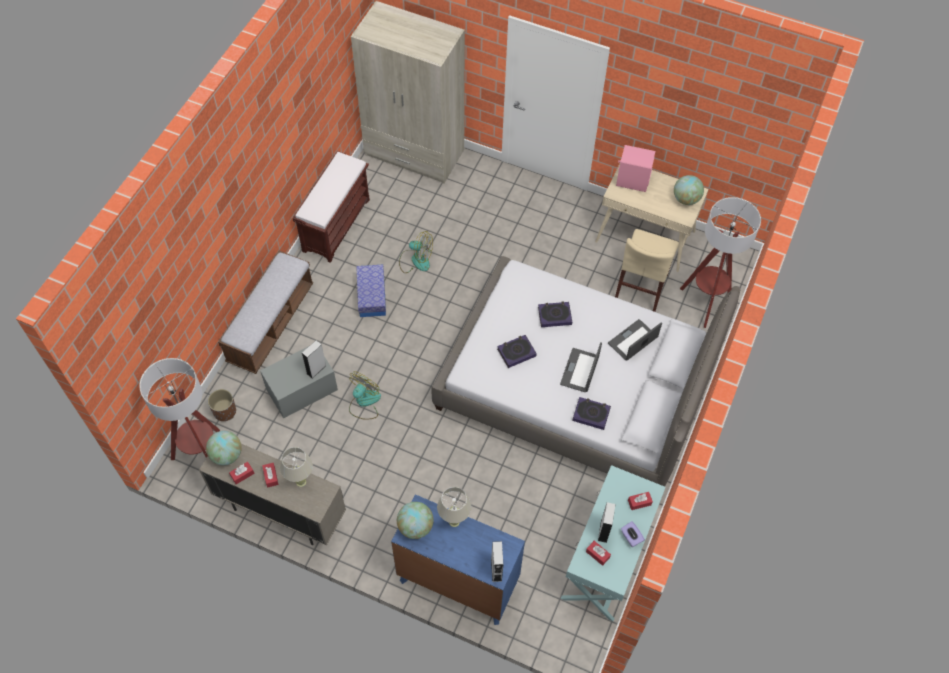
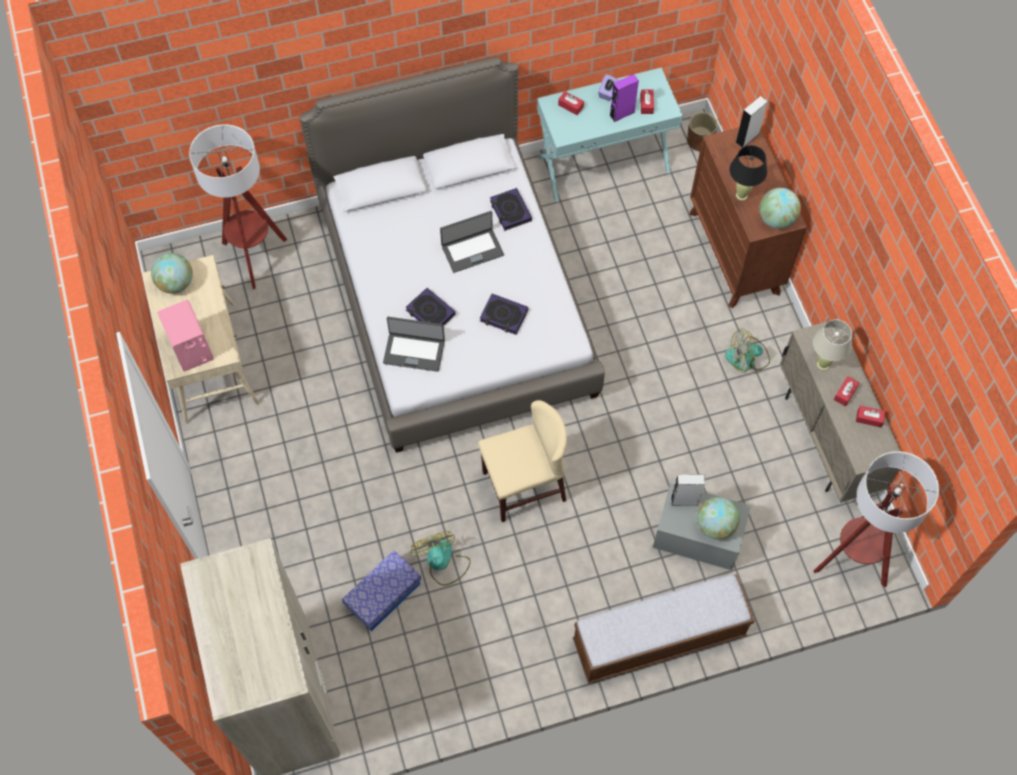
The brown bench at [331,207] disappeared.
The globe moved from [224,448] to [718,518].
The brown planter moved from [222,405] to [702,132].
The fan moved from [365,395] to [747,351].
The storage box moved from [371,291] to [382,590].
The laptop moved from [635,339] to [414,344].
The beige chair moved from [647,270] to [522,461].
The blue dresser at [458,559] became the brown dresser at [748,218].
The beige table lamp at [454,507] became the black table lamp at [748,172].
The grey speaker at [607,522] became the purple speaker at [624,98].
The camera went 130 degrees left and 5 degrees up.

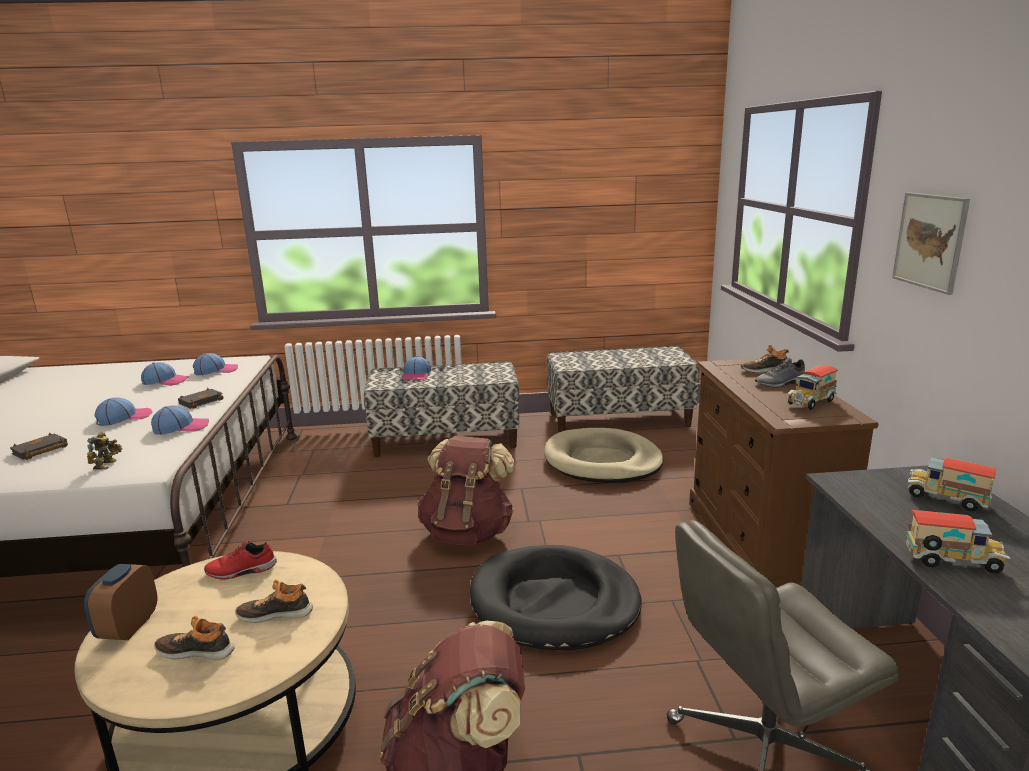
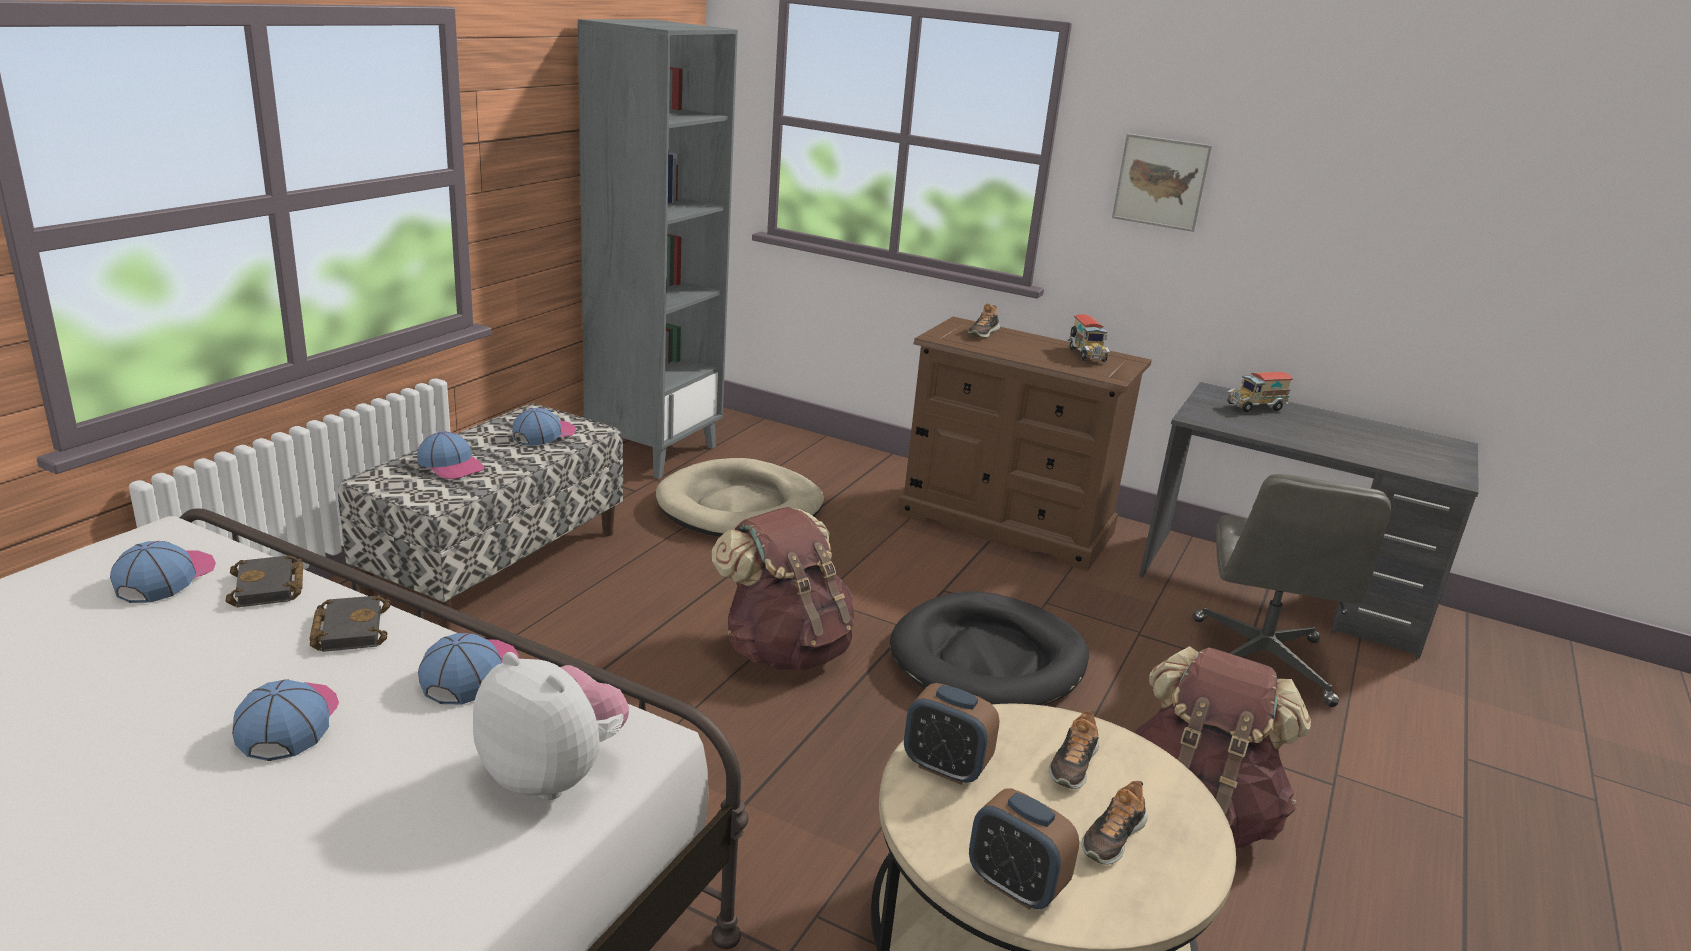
The grey shoe at [780,373] disappeared.
The toy truck at [958,542] disappeared.
The black book moved from [39,446] to [264,581].
The cap moved from [165,374] to [544,427].
The toy robot at [104,451] was replaced by the plush toy at [551,726].
The red shoe at [240,560] was replaced by the alarm clock at [952,734].
The bench at [623,389] was replaced by the grey bookcase at [658,249].
The camera went 60 degrees left and 5 degrees up.

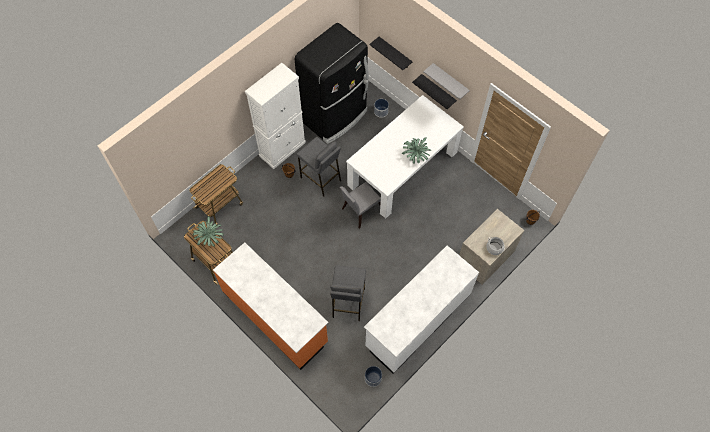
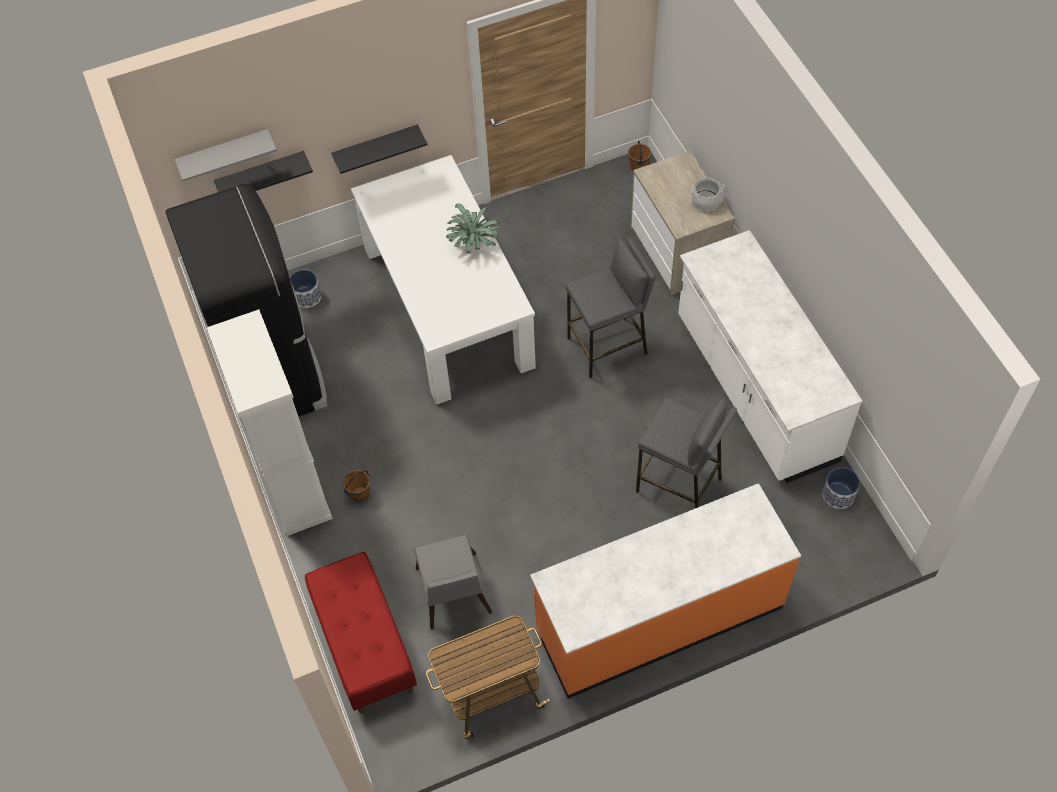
The potted plant at [208,231] disappeared.
The grey stool moved from [319,167] to [611,307].
The grey chair moved from [360,205] to [453,582].
The grey shelf moved from [446,81] to [225,155].
The cart at [216,195] was replaced by the red bench at [361,632].
The camera went 65 degrees left and 5 degrees down.

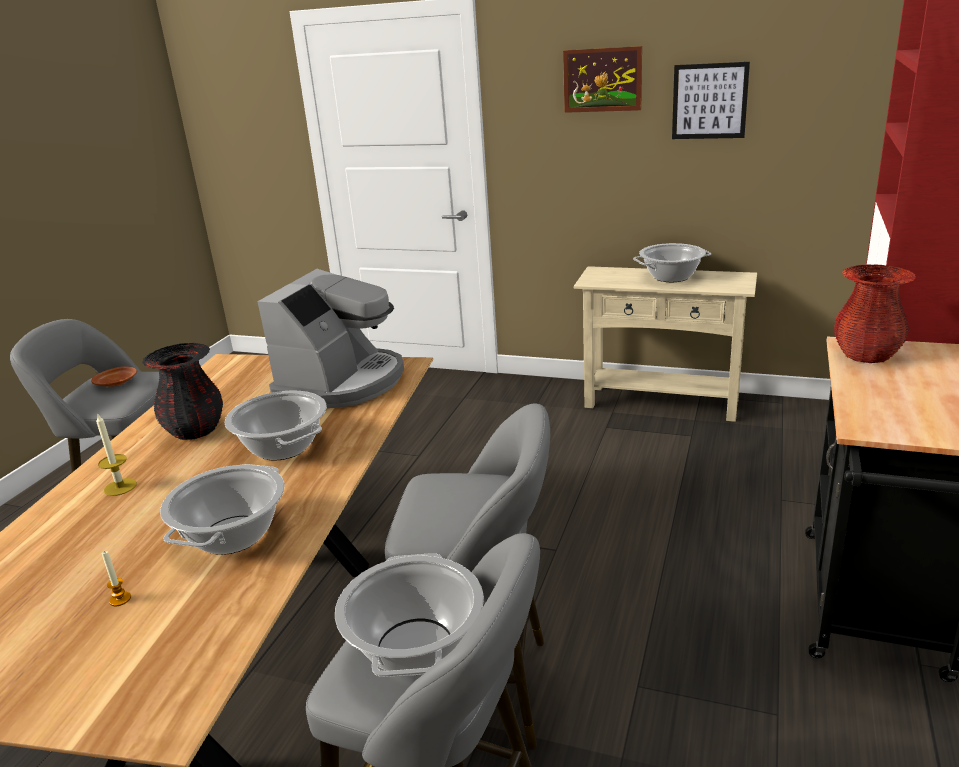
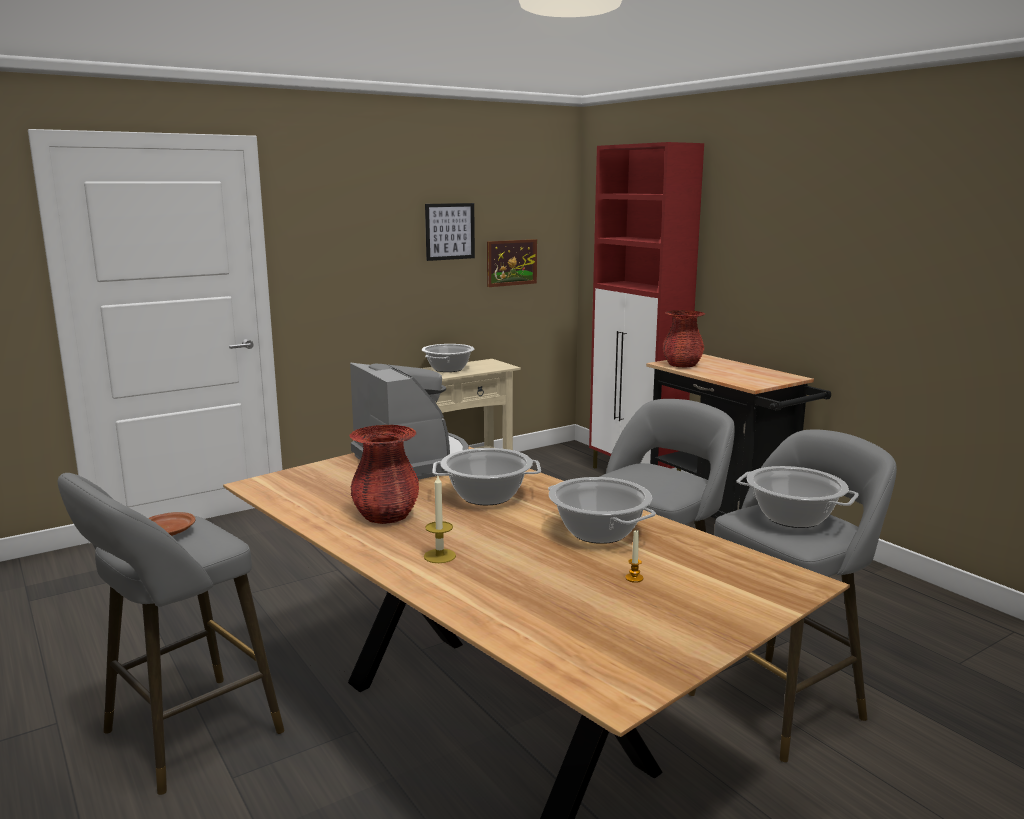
The picture moved from [602,79] to [512,263].
The black vase at [182,391] became the red vase at [384,474].
The camera went 55 degrees left and 10 degrees down.

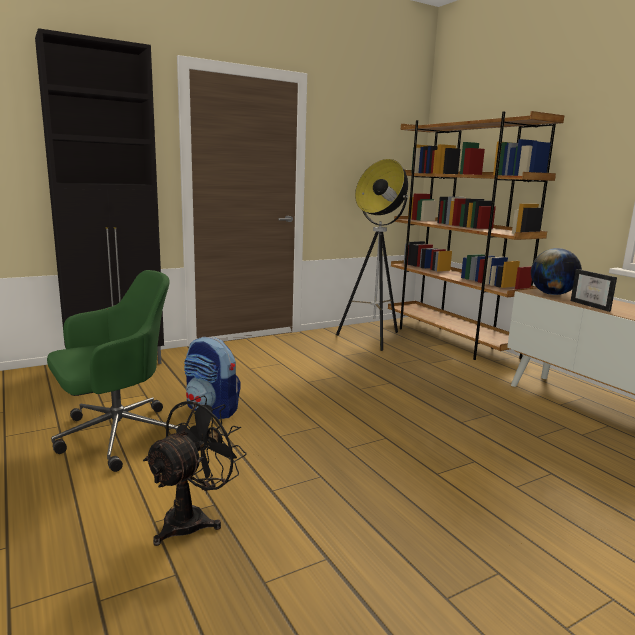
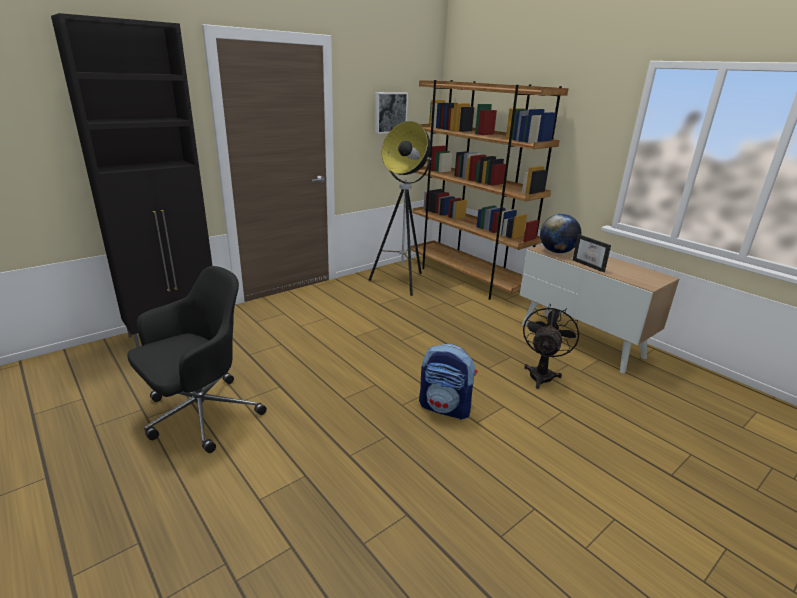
The picture at [391,113] appeared.
The black fan moved from [195,470] to [551,346].
The backpack moved from [212,378] to [448,382].
The green office chair at [113,371] became the black office chair at [197,359].
The camera went 10 degrees left and 10 degrees up.

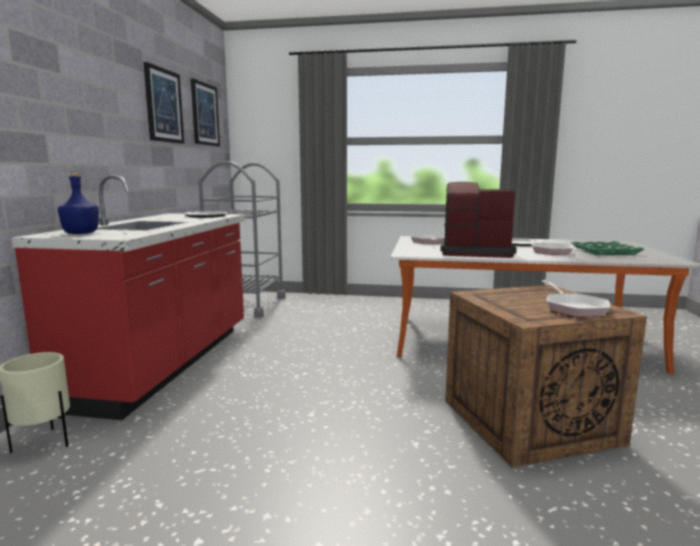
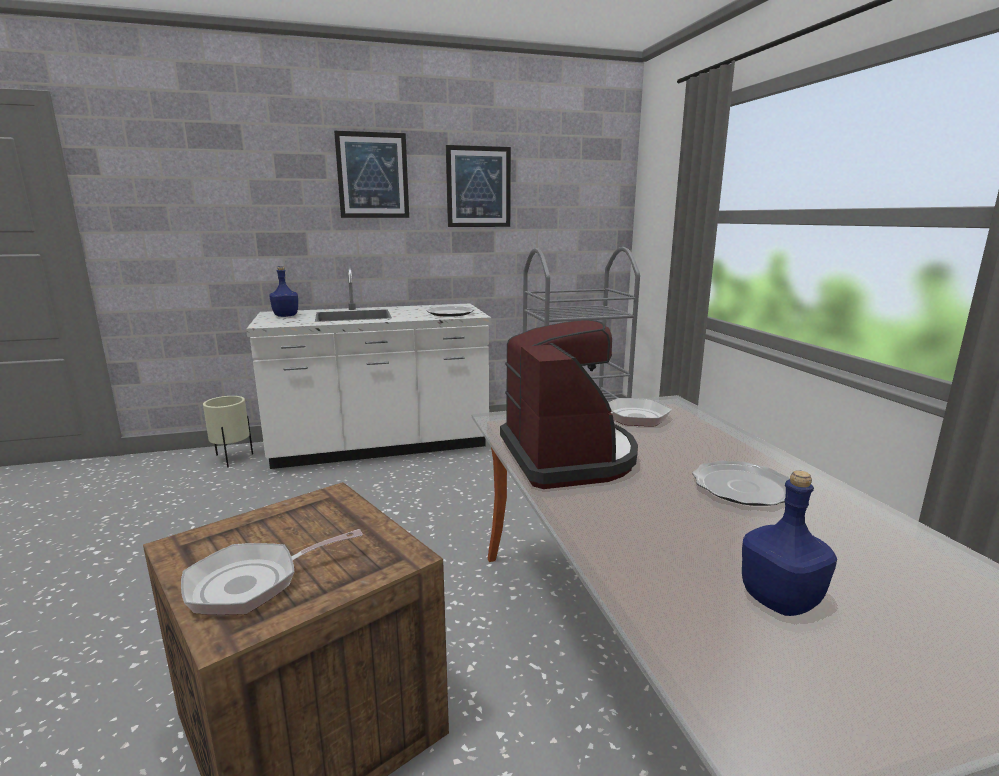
The frying pan at [558,249] disappeared.
The picture moved from [205,112] to [371,174].
The green tray at [607,248] was replaced by the blue bottle at [789,543].
The red counter at [128,297] became the white counter at [368,367].
The camera went 65 degrees right and 5 degrees up.

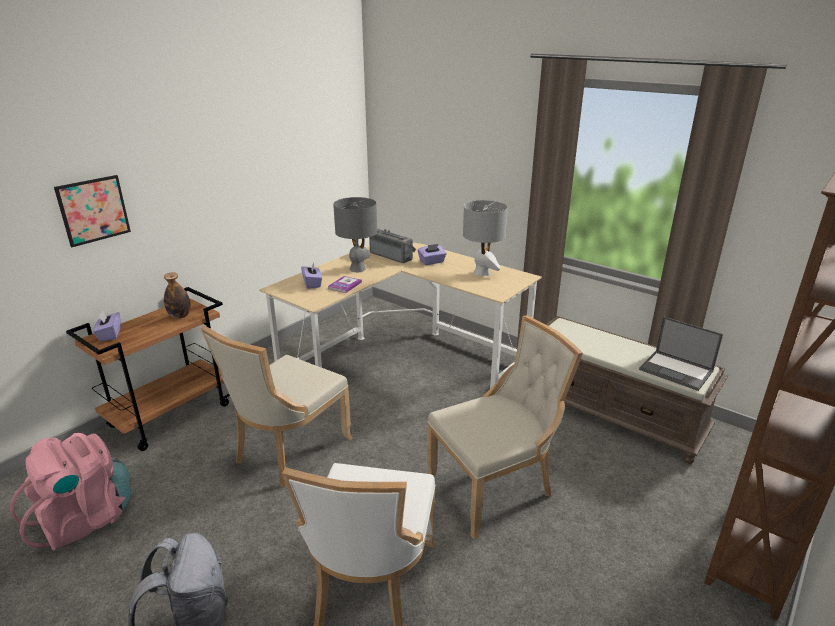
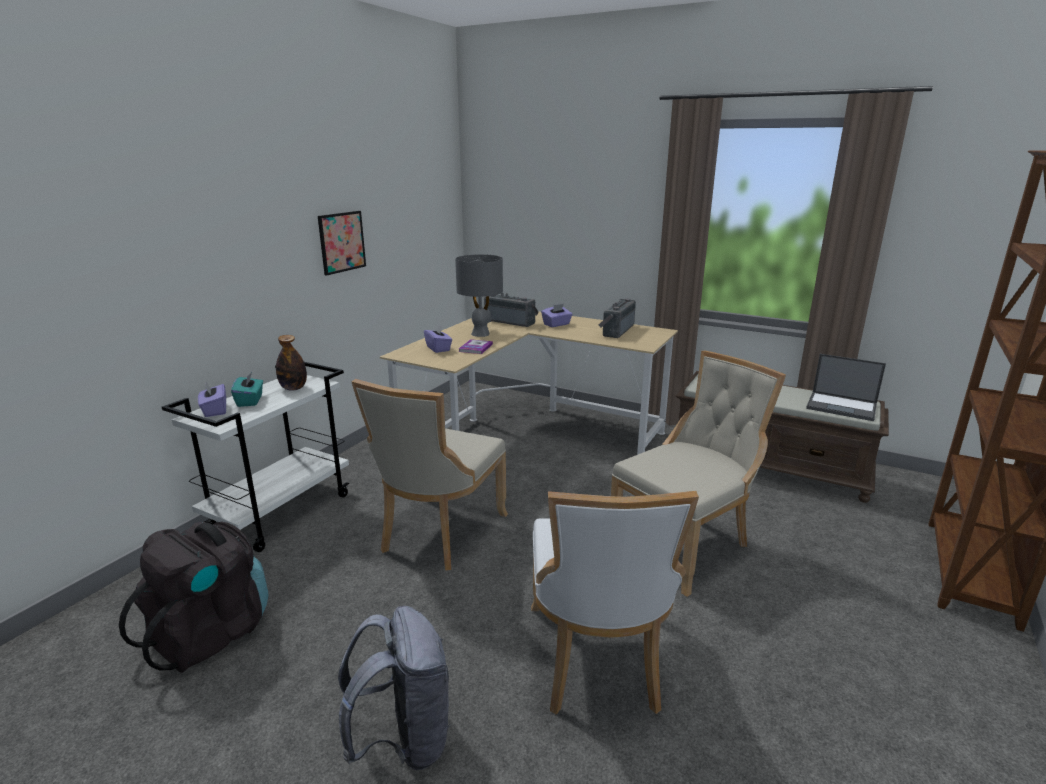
The turquoise tissue box at [247,389] appeared.
The picture moved from [92,211] to [342,243].
The grey table lamp at [485,238] was replaced by the radio at [617,318].
The pink backpack at [70,491] became the black backpack at [194,596].
The brown cart at [148,369] became the white cart at [255,457].
The camera went 10 degrees left and 5 degrees down.

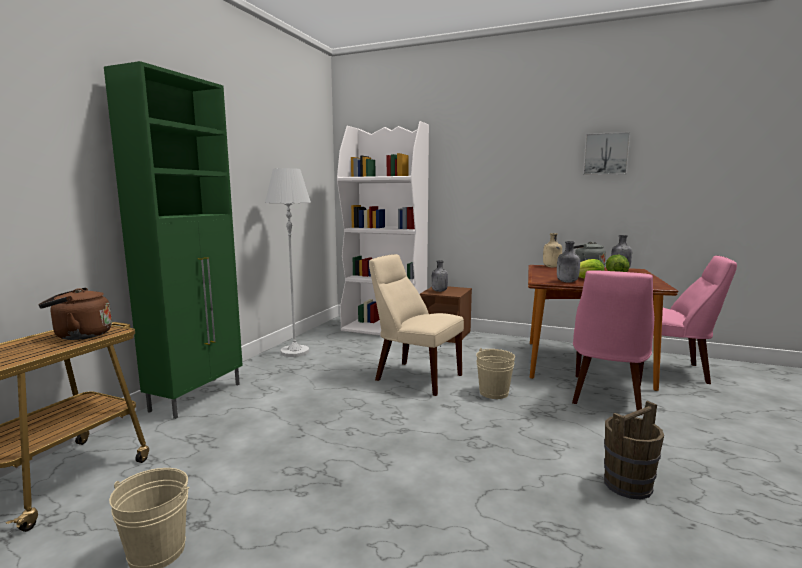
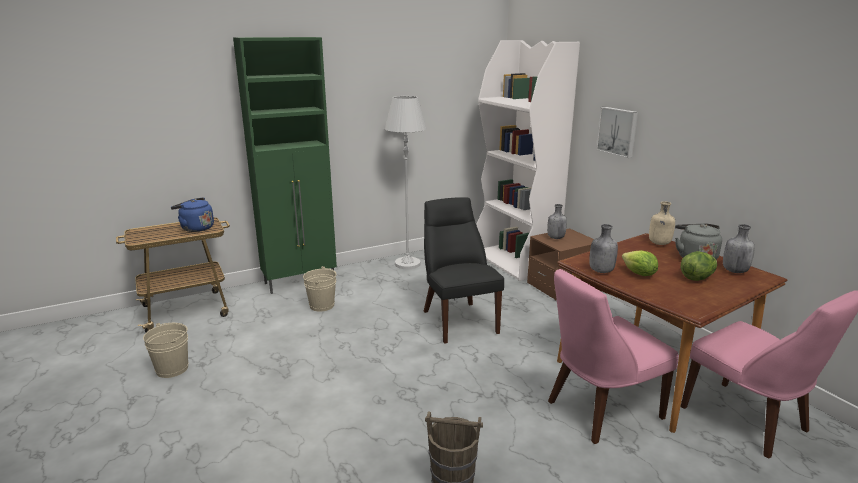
The beige bucket moved from [495,373] to [320,289].
The picture moved from [606,153] to [617,132].
The brown kettle at [75,313] became the blue kettle at [192,214].
The beige chair at [416,325] became the black chair at [464,270].
The camera went 40 degrees right and 10 degrees up.

